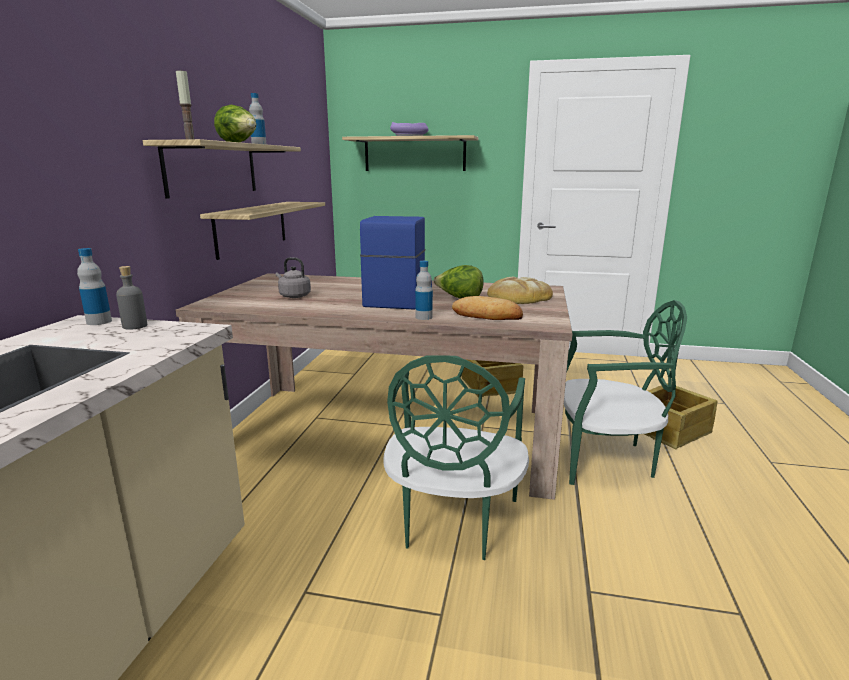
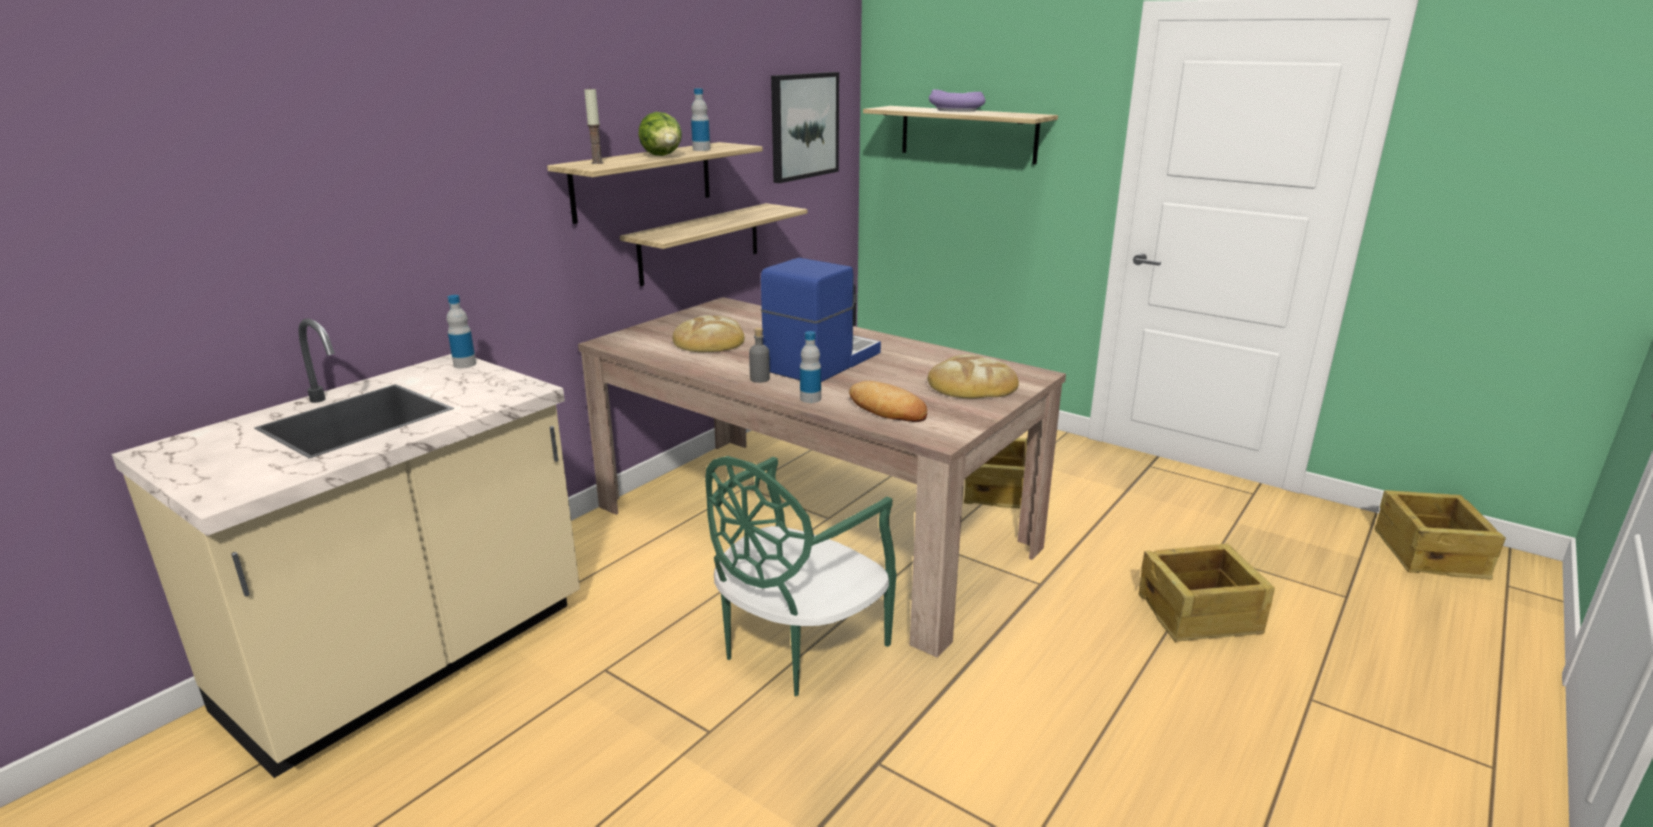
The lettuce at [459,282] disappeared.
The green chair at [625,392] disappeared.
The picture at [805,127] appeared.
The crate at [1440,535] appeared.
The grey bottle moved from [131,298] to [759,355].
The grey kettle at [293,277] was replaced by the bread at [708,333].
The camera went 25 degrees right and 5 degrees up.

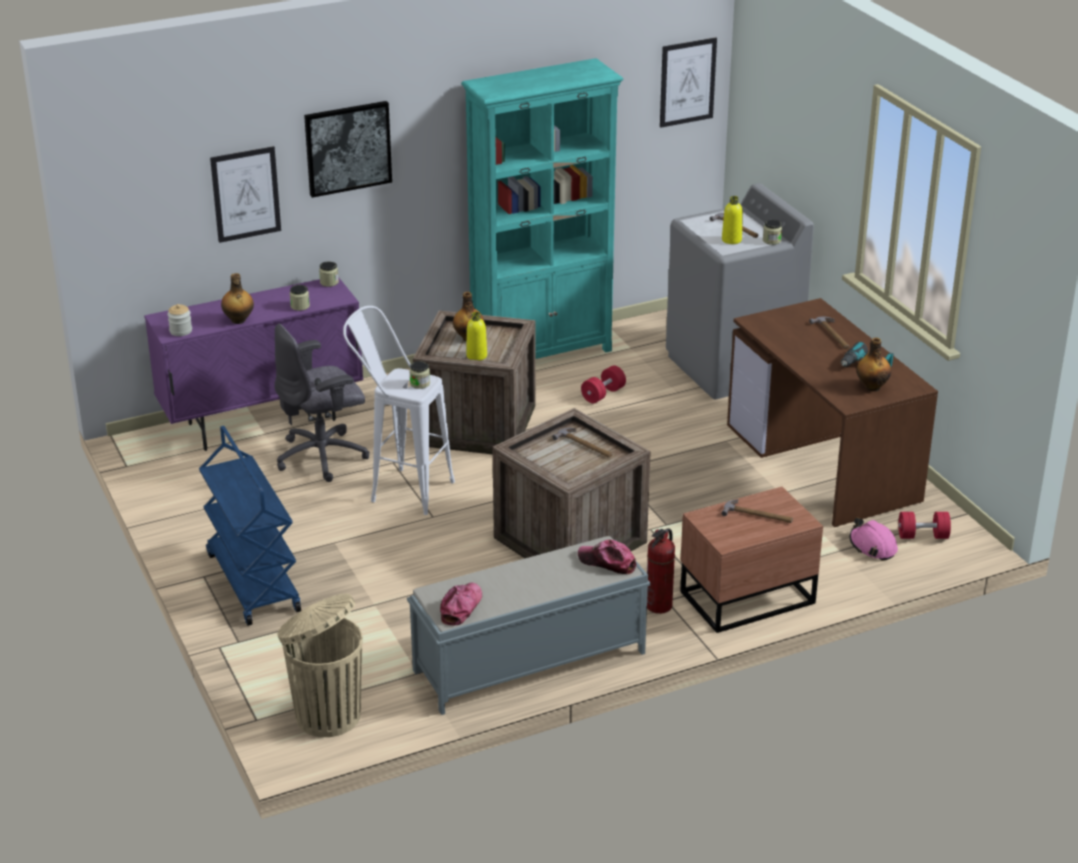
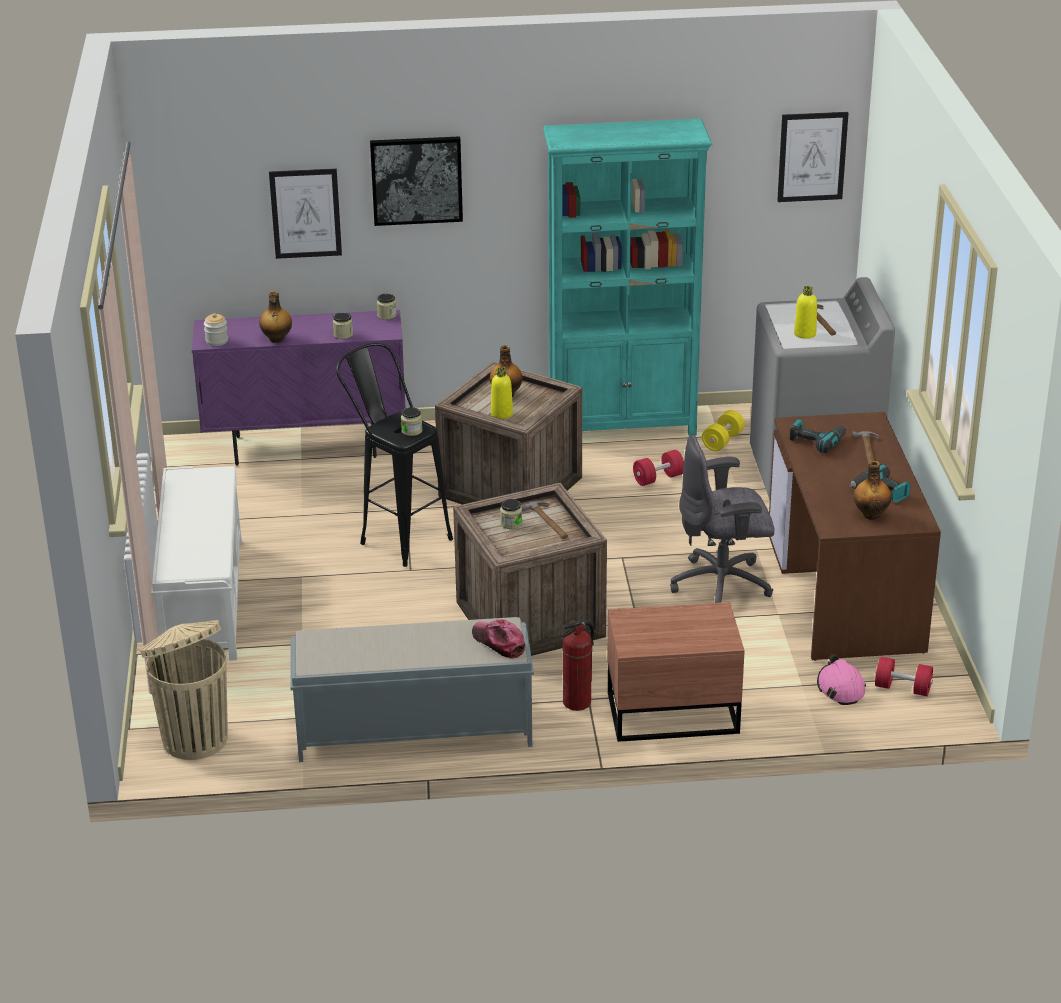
The cap at [461,604] disappeared.
The hammer at [757,511] disappeared.
The yellow dumbbell at [723,430] appeared.
The power drill at [818,436] appeared.
The grey office chair moved from [322,403] to [722,519].
The jar moved from [772,232] to [511,514].
The blue cart at [250,526] was replaced by the white bench at [196,563].
The white stool at [399,410] became the black stool at [394,455].
The camera went 20 degrees right and 0 degrees up.

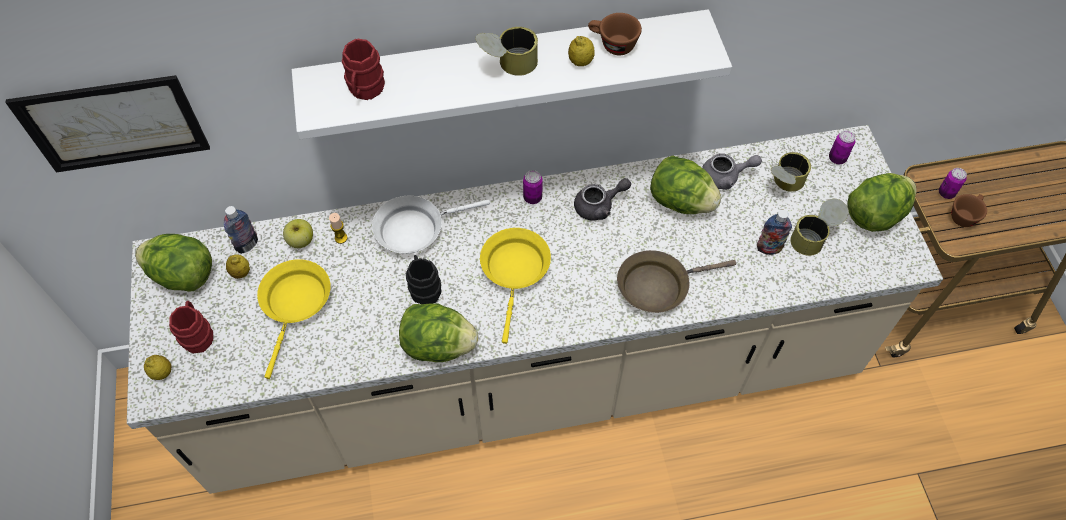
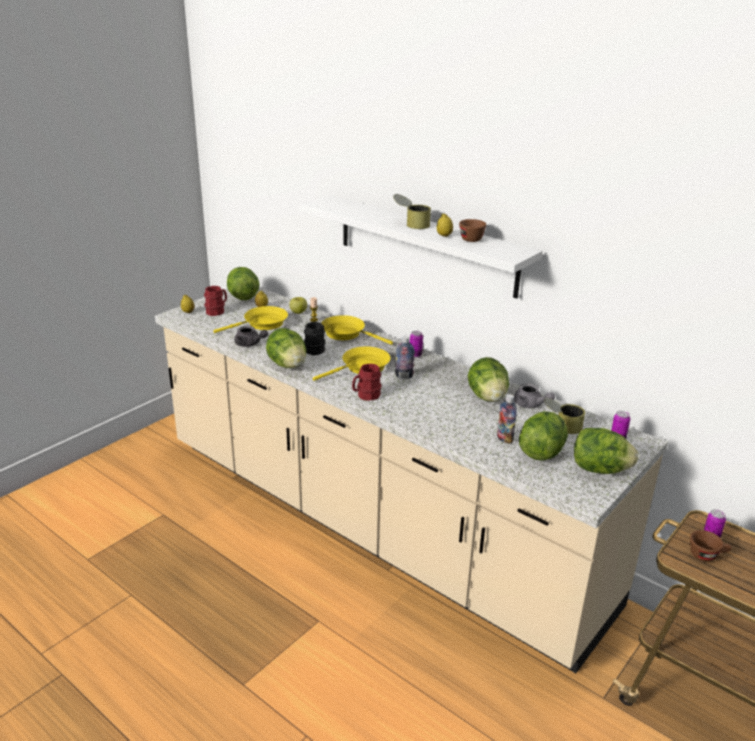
The picture at [107,124] disappeared.
The brown frying pan at [676,281] disappeared.
The bottle moved from [241,230] to [405,357].
The red mug moved from [363,69] to [367,382].
The grey teapot moved from [602,199] to [251,336].
The can at [819,227] was replaced by the lettuce at [543,436].
The white frying pan at [431,225] became the yellow frying pan at [357,330].
The camera went 50 degrees right and 30 degrees down.

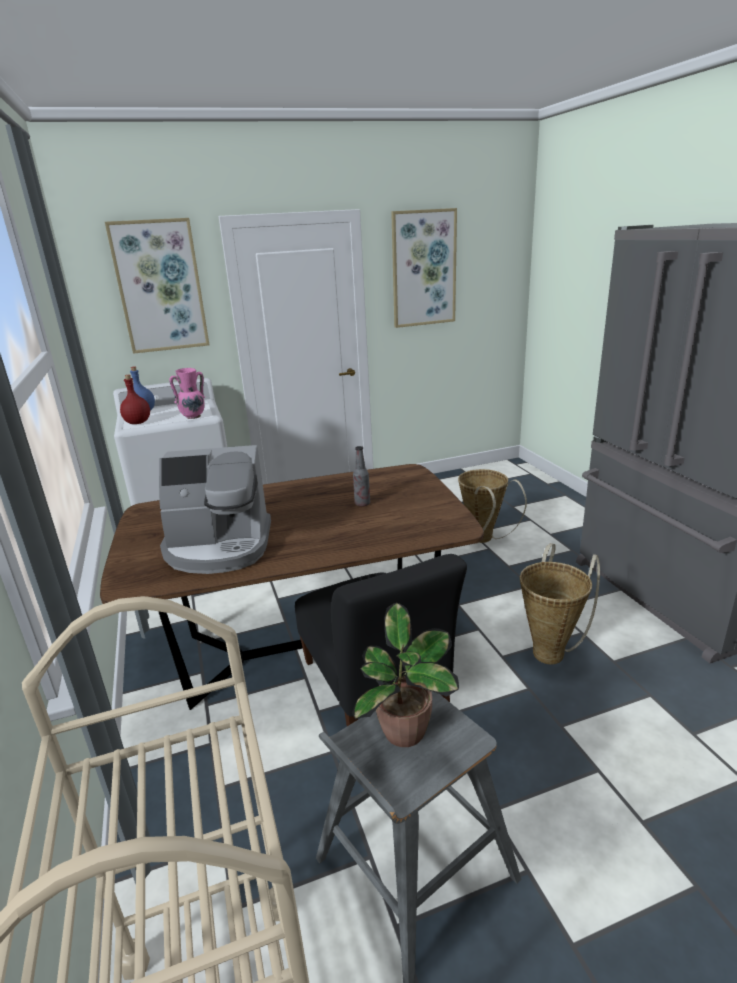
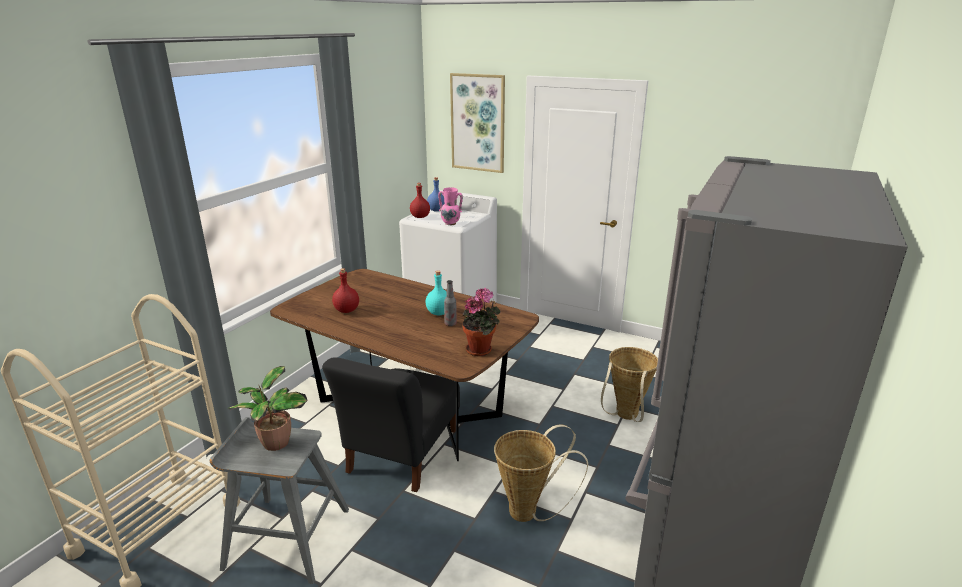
The picture at [424,268] disappeared.
The turquoise bottle at [436,293] appeared.
The potted plant at [481,322] appeared.
The coffee machine at [215,509] was replaced by the red bottle at [345,290].
The camera went 45 degrees right and 0 degrees up.

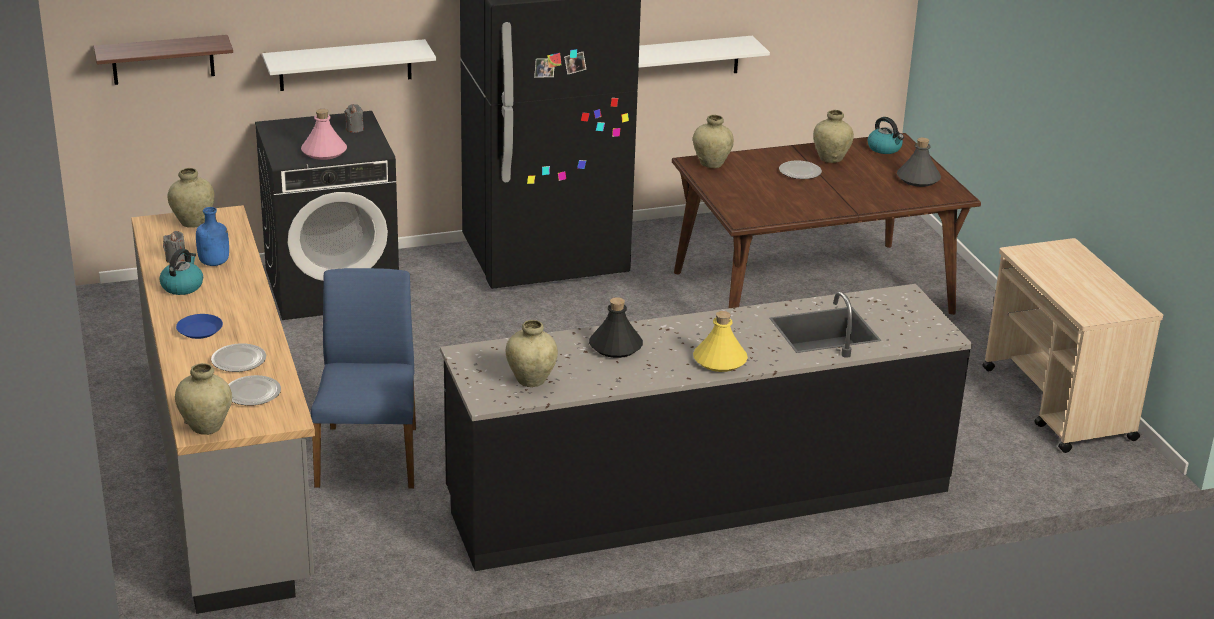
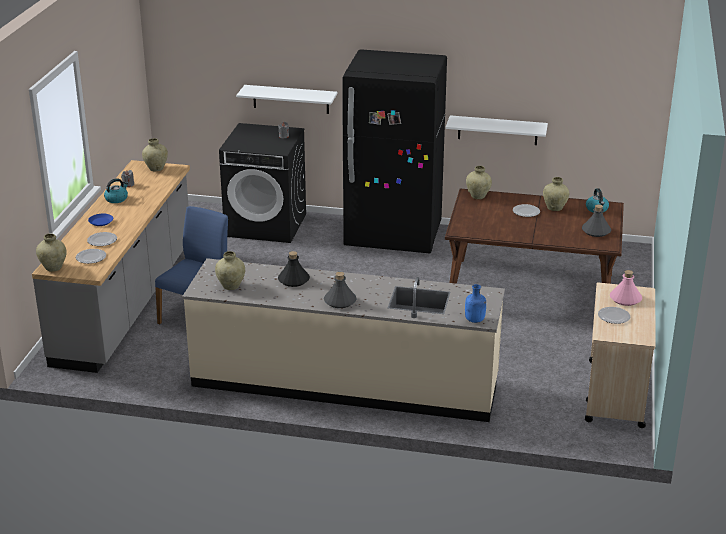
The shelf at [163,60] disappeared.
The plate at [614,315] appeared.
The blue bottle moved from [212,236] to [475,303].
The pink bottle moved from [324,134] to [626,288].
The black counter at [706,427] became the beige counter at [343,340].
The yellow bottle at [720,341] became the grey bottle at [340,290].
The camera went 30 degrees right and 0 degrees up.

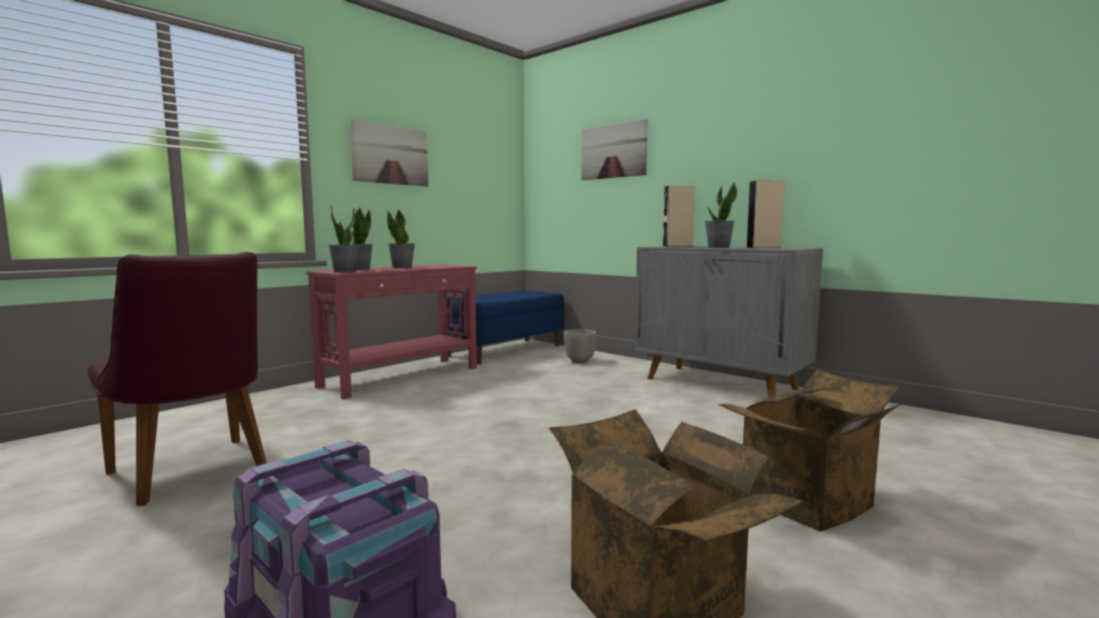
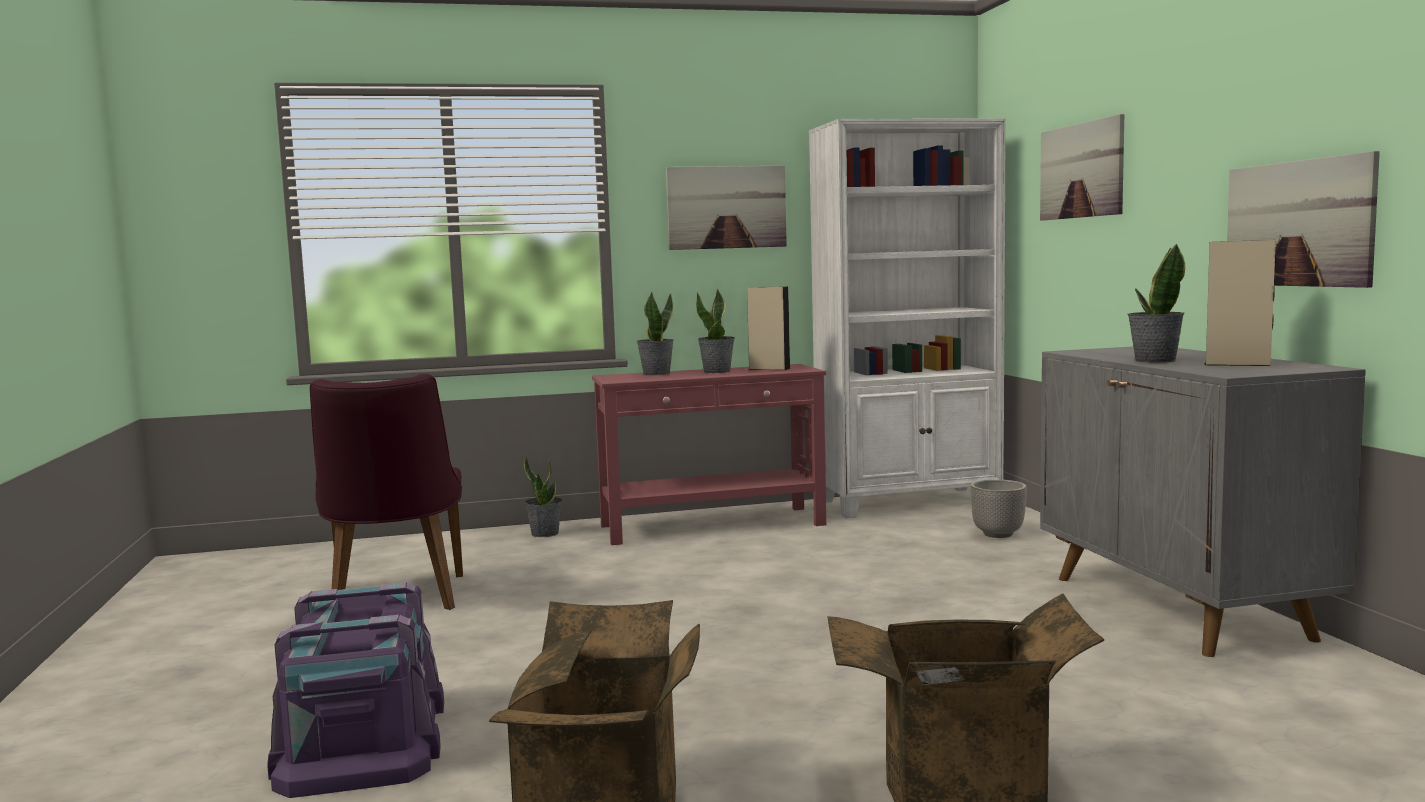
The picture at [1303,219] appeared.
The potted plant moved from [343,238] to [543,496].
The beige speaker moved from [678,216] to [769,328].
The blue bench at [505,327] was replaced by the white bookcase at [907,318].
The camera went 35 degrees right and 0 degrees up.

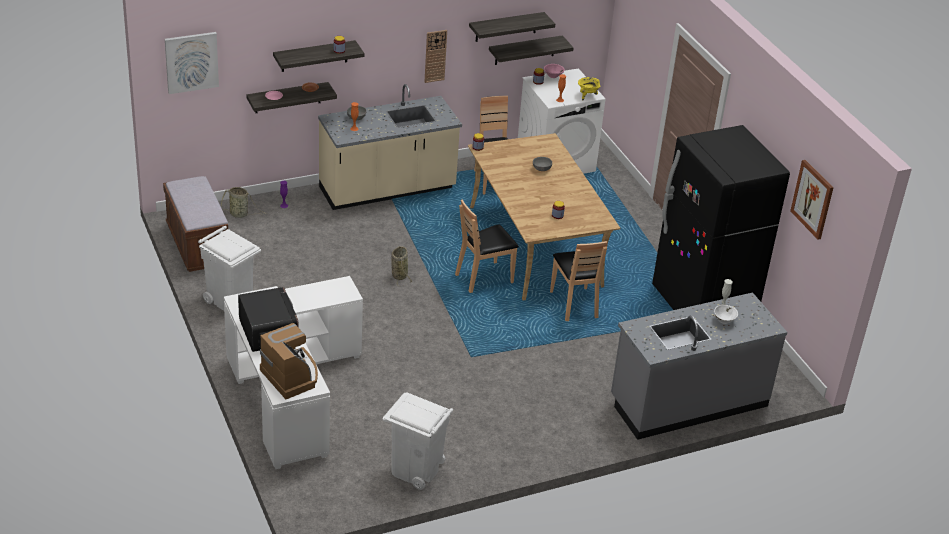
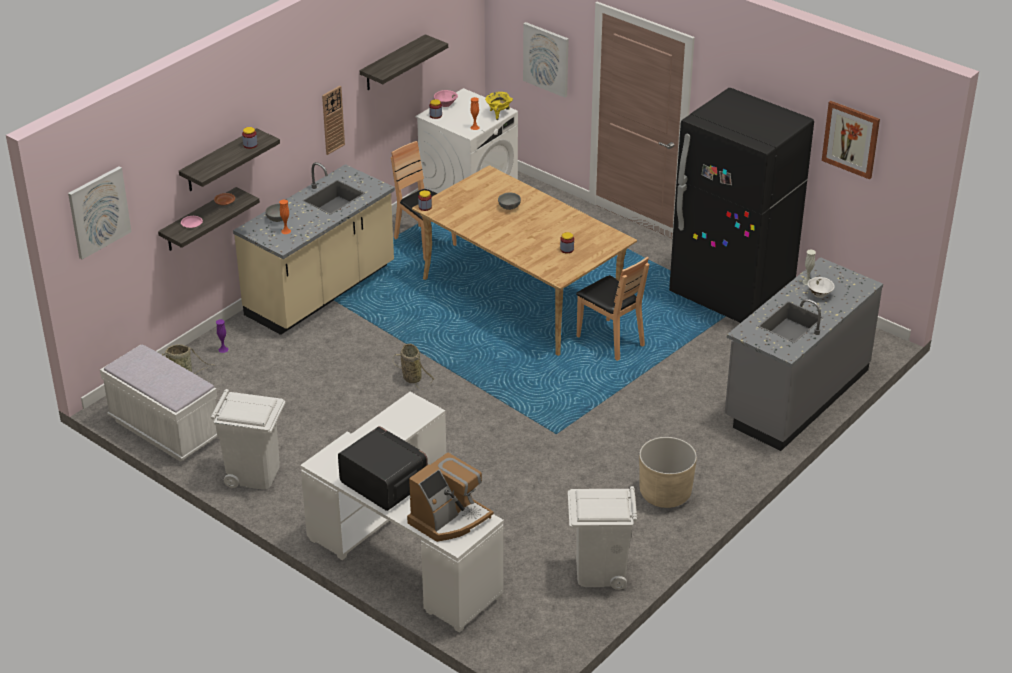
The brown chair at [487,246] disappeared.
The shelf at [531,50] disappeared.
The picture at [546,60] appeared.
The beige planter at [668,472] appeared.
The brown bench at [195,224] became the white bench at [158,403].
The coffee machine at [289,361] turned 105 degrees clockwise.
The camera went 25 degrees left and 0 degrees up.

